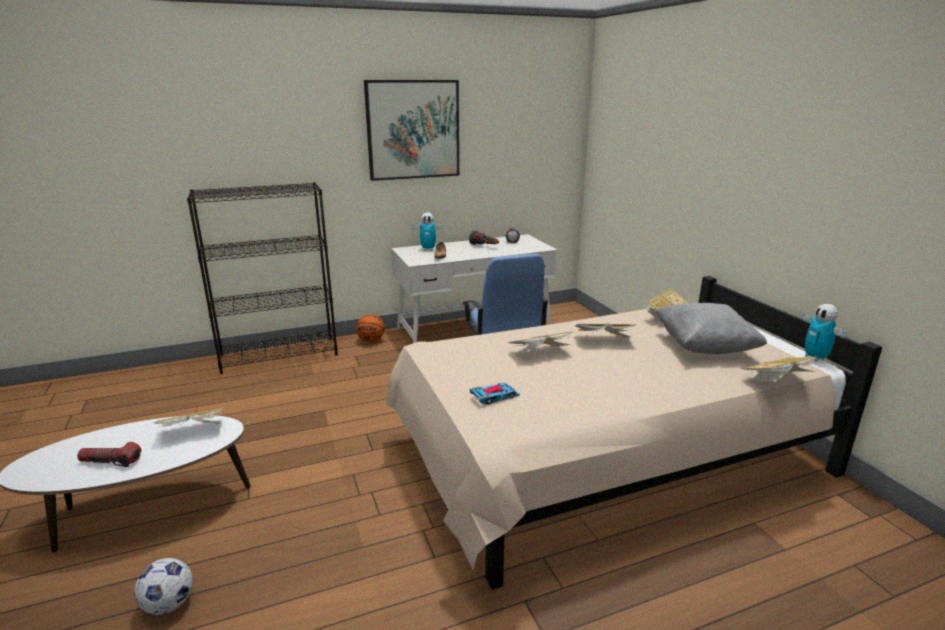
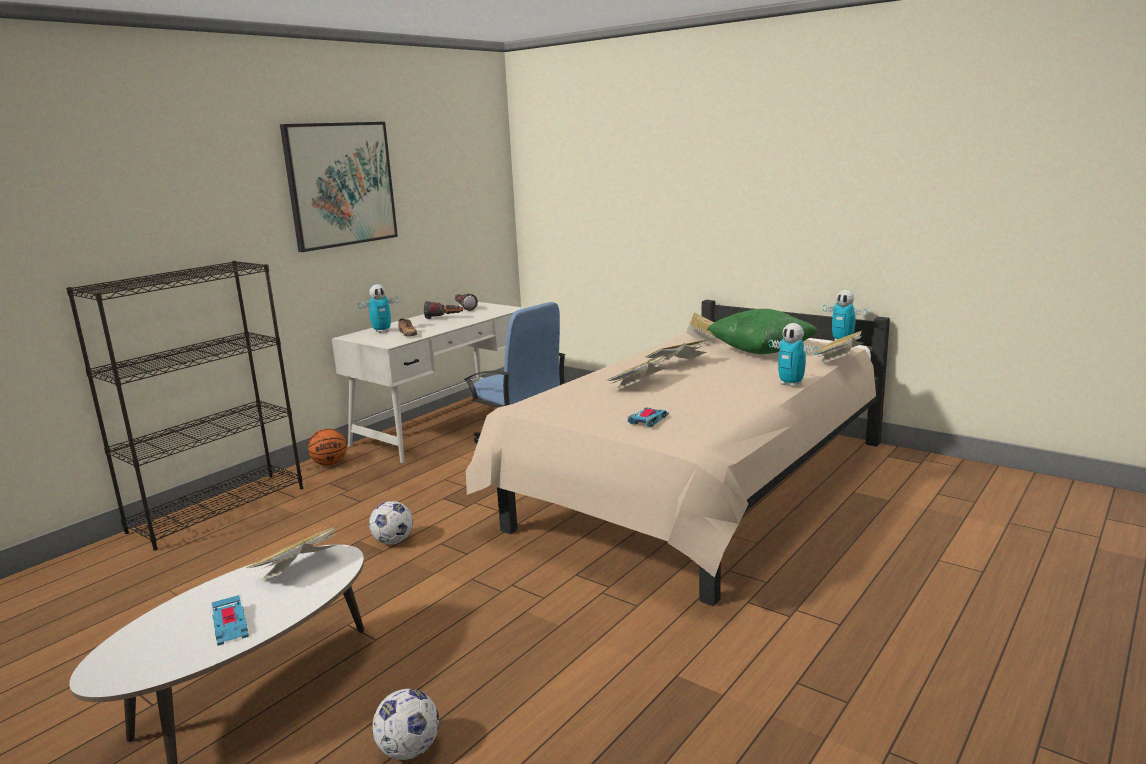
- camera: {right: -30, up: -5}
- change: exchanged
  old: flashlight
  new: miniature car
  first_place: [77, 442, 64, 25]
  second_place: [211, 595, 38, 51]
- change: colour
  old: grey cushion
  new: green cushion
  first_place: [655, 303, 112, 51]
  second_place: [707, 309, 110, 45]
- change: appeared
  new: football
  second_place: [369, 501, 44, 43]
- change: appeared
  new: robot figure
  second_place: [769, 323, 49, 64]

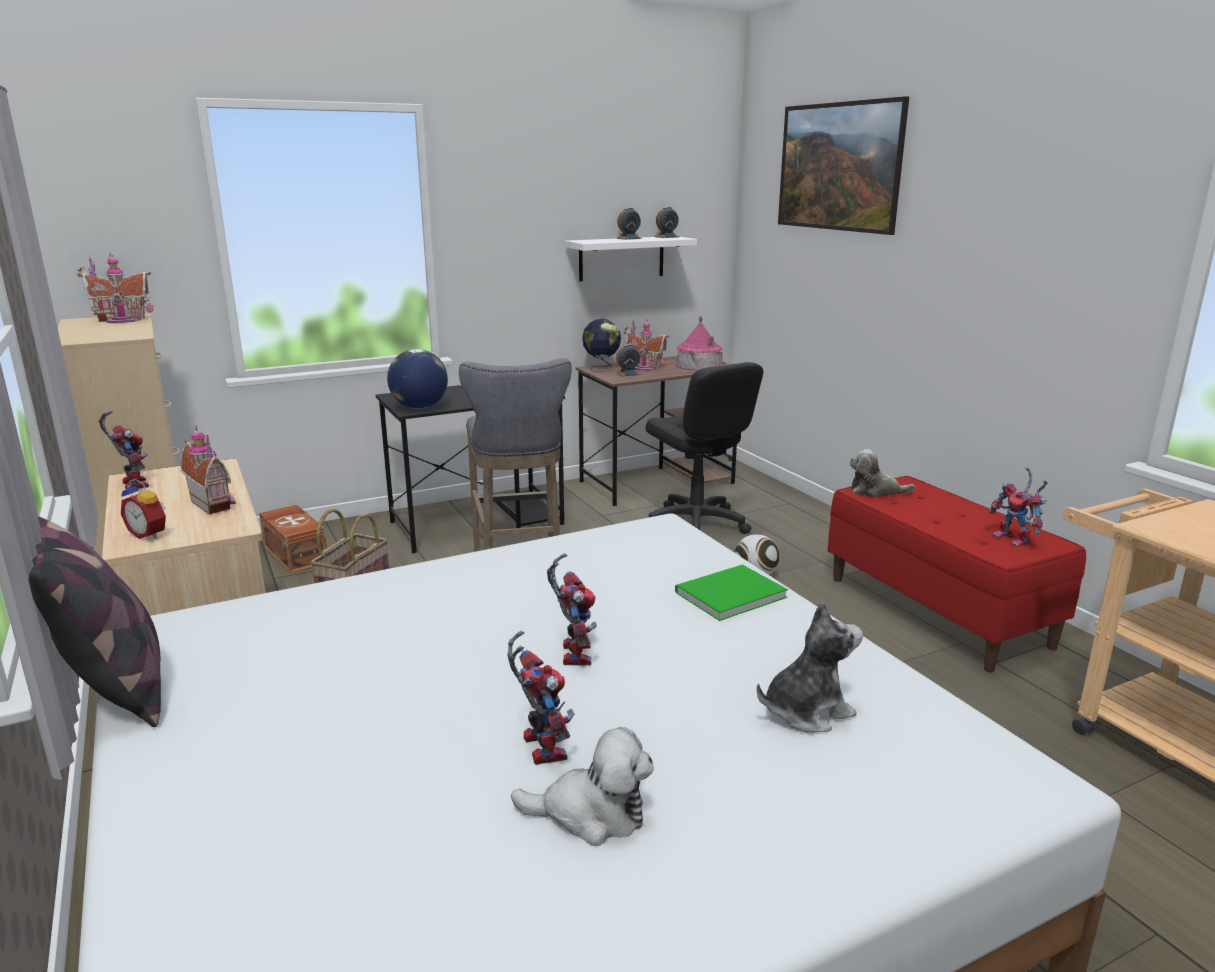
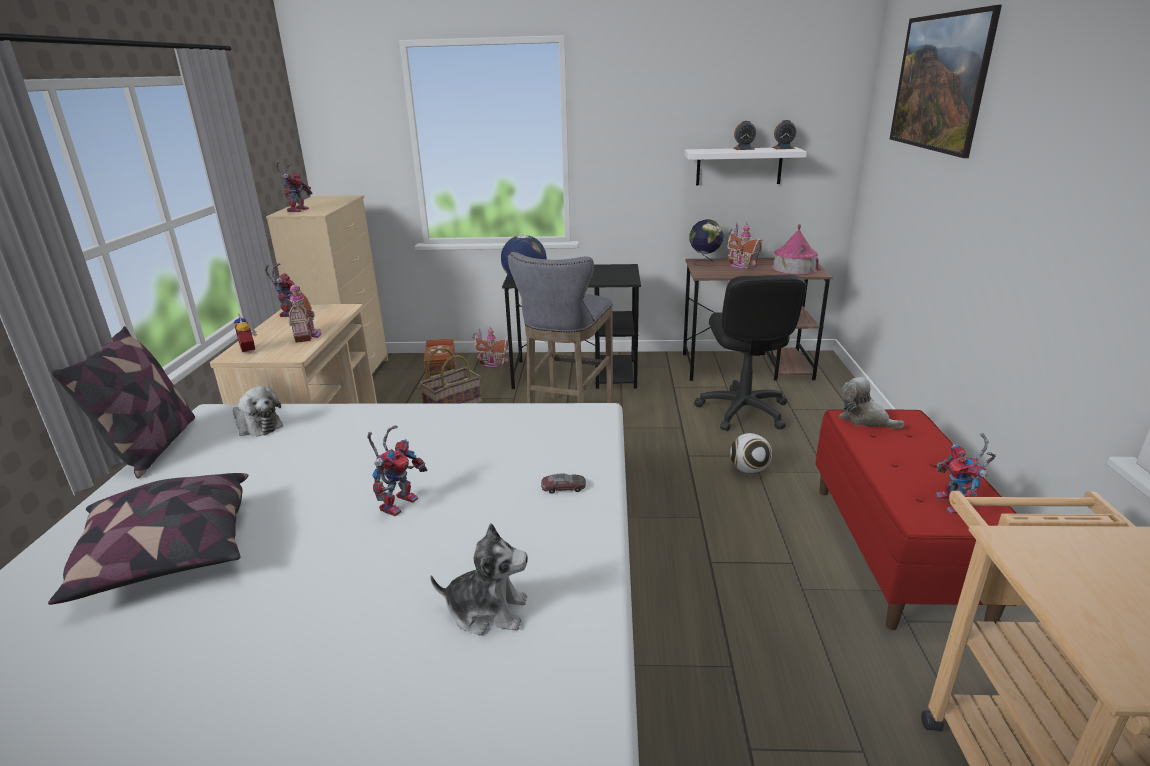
- camera: {right: 30, up: 5}
- change: relocated
  old: toy house
  first_place: [77, 252, 76, 71]
  second_place: [472, 327, 37, 41]
- change: relocated
  old: robot figure
  first_place: [508, 631, 66, 134]
  second_place: [276, 161, 36, 51]
- change: relocated
  old: soft toy
  first_place: [511, 727, 143, 119]
  second_place: [233, 386, 50, 51]
- change: missing
  old: bedside clock
  first_place: [616, 344, 25, 33]
- change: exchanged
  old: green volume
  new: miniature car
  first_place: [675, 565, 113, 56]
  second_place: [541, 473, 45, 21]
- change: appeared
  new: cushion
  second_place: [48, 473, 200, 132]

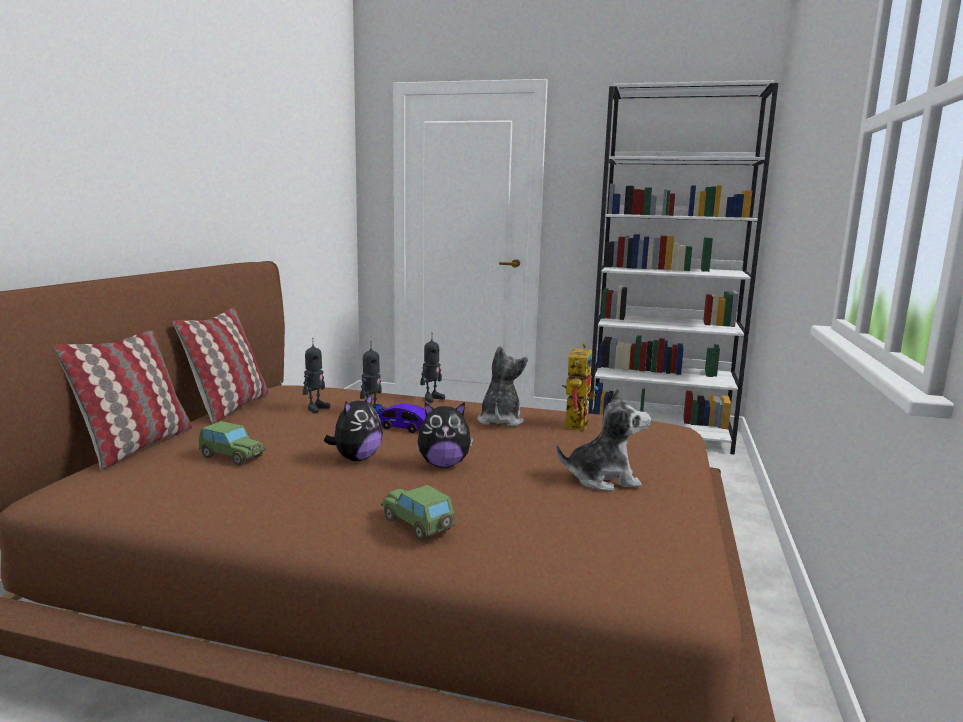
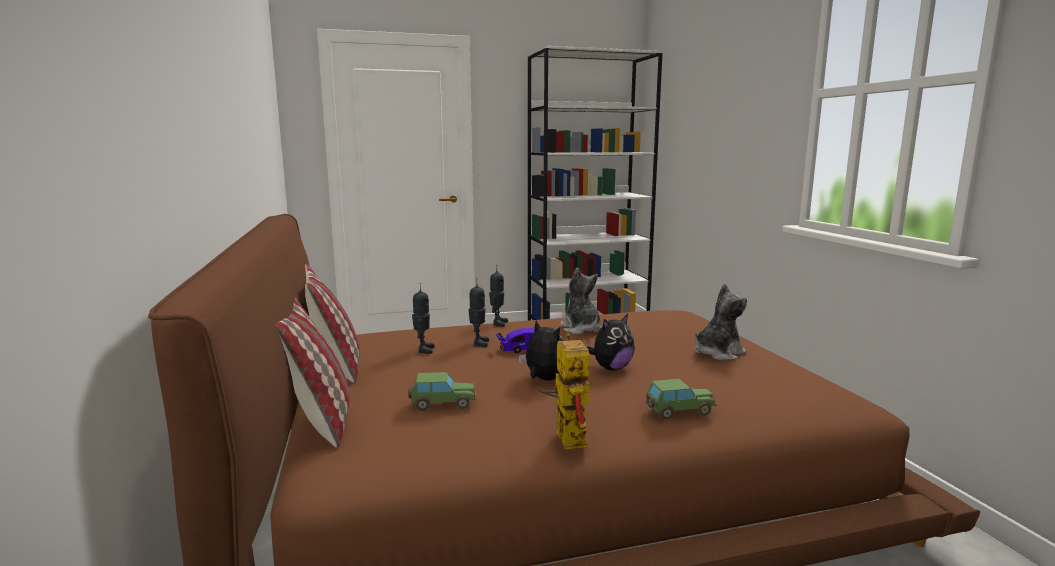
- camera: {right: -30, up: 0}
- change: spun
  old: soft toy
  first_place: [324, 393, 59, 68]
  second_place: [519, 320, 45, 60]
  degrees: -45
- change: spun
  old: miniature car
  first_place: [381, 485, 74, 56]
  second_place: [646, 379, 70, 41]
  degrees: 150
- change: relocated
  old: robot figure
  first_place: [562, 344, 36, 87]
  second_place: [539, 333, 51, 117]

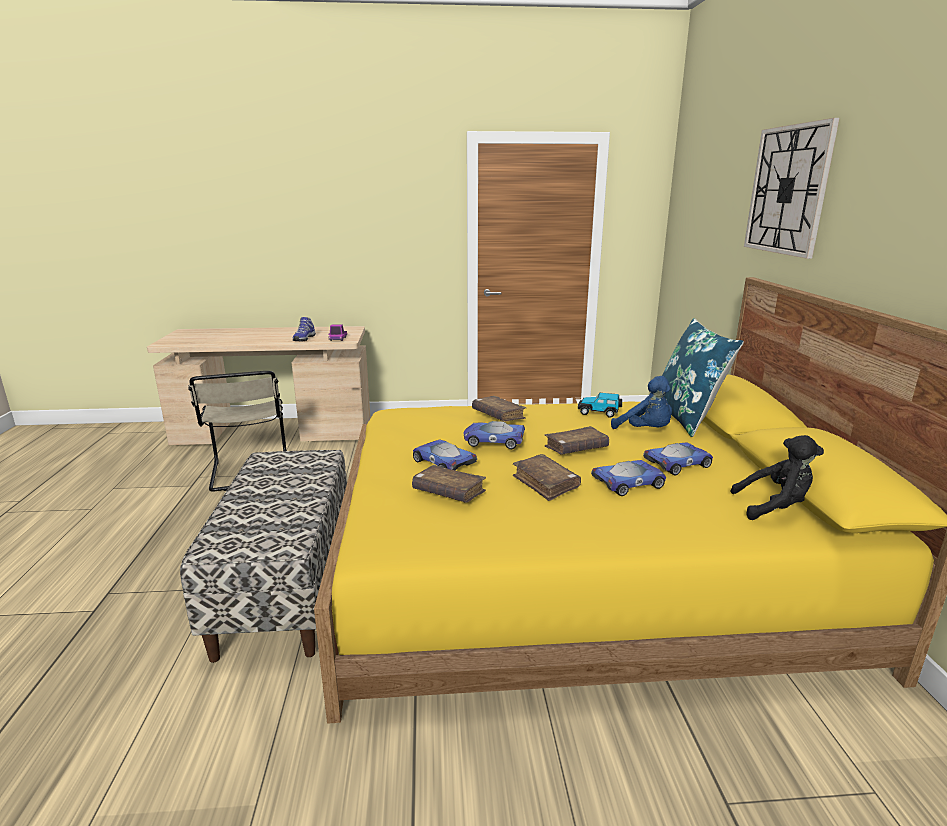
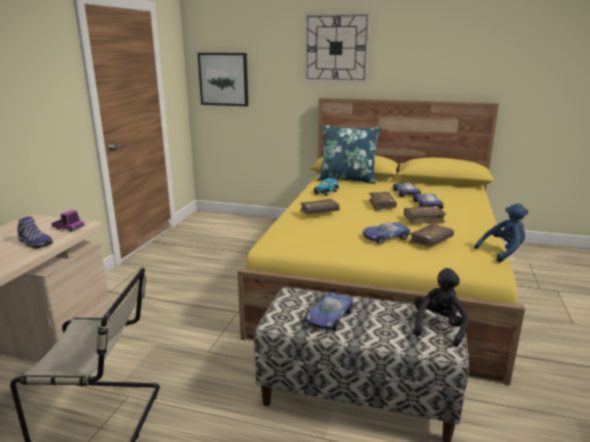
- camera: {right: -70, up: 0}
- change: relocated
  old: miniature car
  first_place: [463, 421, 62, 28]
  second_place: [305, 292, 49, 39]
- change: relocated
  old: blue soft toy
  first_place: [611, 376, 61, 53]
  second_place: [474, 203, 55, 60]
- change: relocated
  old: black-coloured soft toy
  first_place: [730, 435, 94, 85]
  second_place: [414, 268, 55, 79]
- change: appeared
  new: picture
  second_place: [198, 53, 50, 53]

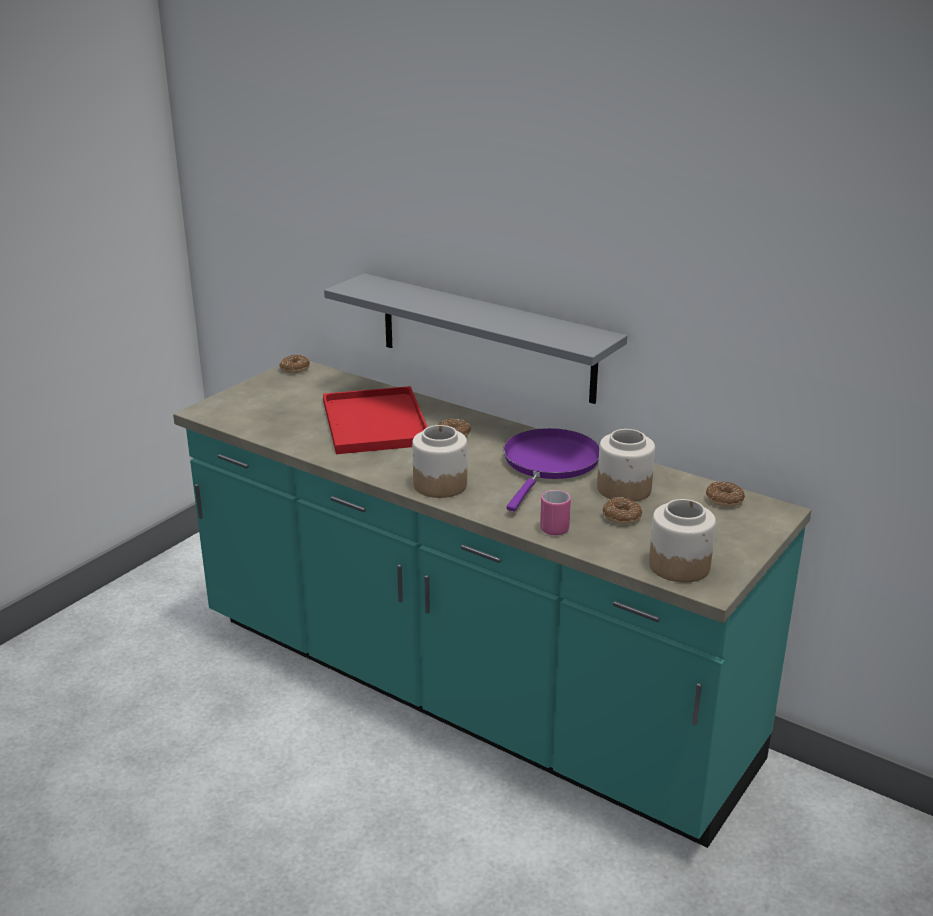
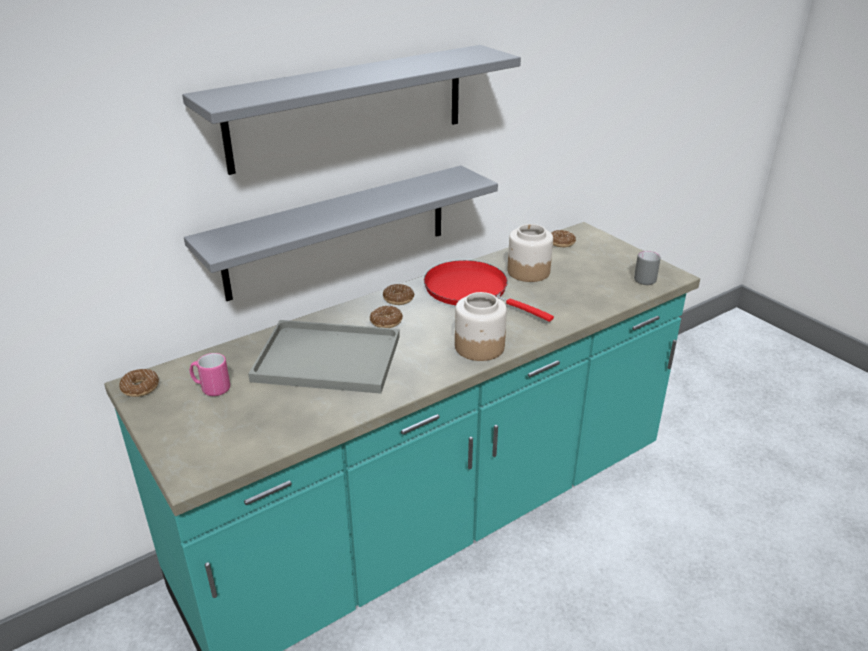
- camera: {right: -70, up: 5}
- change: colour
  old: reddish tray
  new: grey tray
  first_place: [323, 386, 105, 68]
  second_place: [248, 320, 152, 74]
- change: colour
  old: purple skillet
  new: reddish skillet
  first_place: [503, 428, 97, 83]
  second_place: [424, 260, 130, 62]
- change: relocated
  old: pink-coloured tea mug
  first_place: [540, 490, 31, 45]
  second_place: [190, 353, 40, 43]
- change: relocated
  old: doughnut
  first_place: [603, 497, 39, 28]
  second_place: [383, 284, 31, 21]
- change: exchanged
  old: jar
  new: grey tea mug
  first_place: [649, 499, 67, 84]
  second_place: [634, 251, 27, 34]
- change: appeared
  new: grey wall shelf
  second_place: [182, 45, 339, 130]

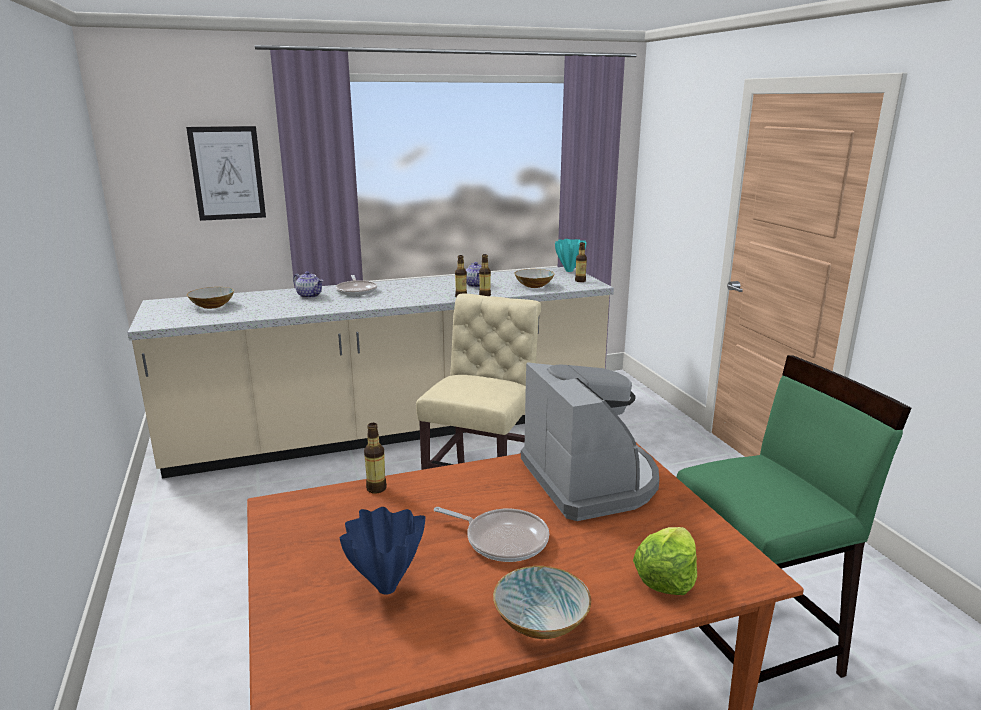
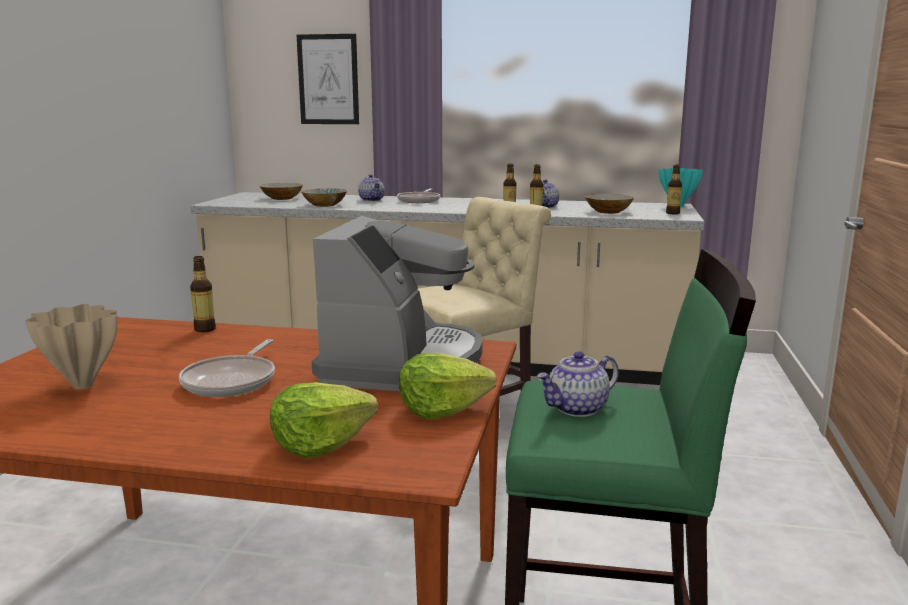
- camera: {right: 30, up: -5}
- change: colour
  old: blue decorative vase
  new: sand-coloured decorative vase
  first_place: [340, 507, 85, 88]
  second_place: [25, 304, 93, 85]
- change: spun
  old: skillet
  first_place: [434, 507, 115, 55]
  second_place: [179, 339, 96, 58]
  degrees: 45
- change: relocated
  old: serving bowl
  first_place: [493, 566, 98, 73]
  second_place: [301, 188, 46, 19]
- change: appeared
  new: head of lettuce
  second_place: [399, 353, 97, 66]
- change: appeared
  new: pot for tea
  second_place: [537, 351, 82, 66]

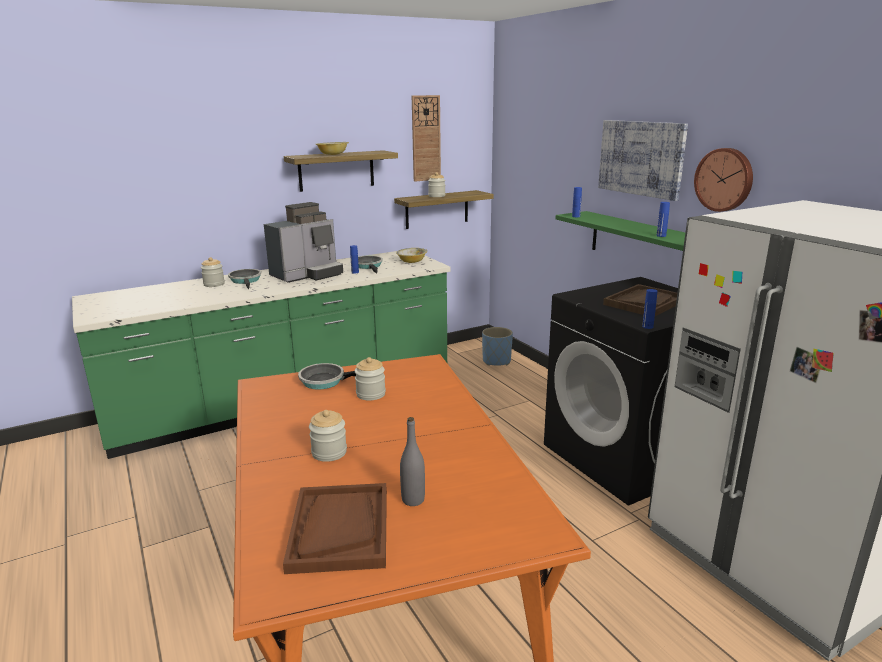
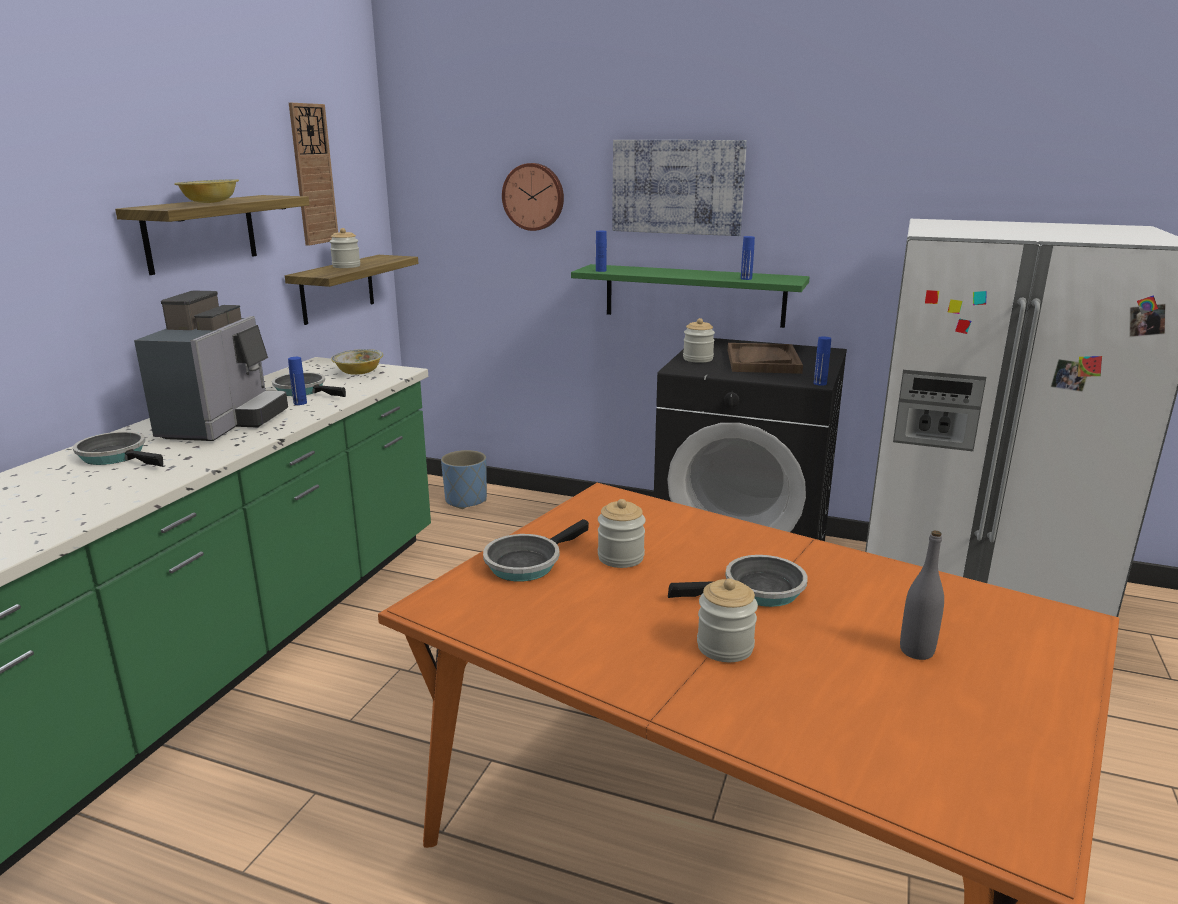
- camera: {right: -40, up: 0}
- change: relocated
  old: jar
  first_place: [201, 257, 24, 30]
  second_place: [683, 318, 32, 45]
- change: missing
  old: brown-coloured tray
  first_place: [283, 483, 104, 91]
- change: relocated
  old: wall clock
  first_place: [694, 148, 59, 64]
  second_place: [502, 163, 62, 68]
- change: appeared
  new: skillet
  second_place: [668, 555, 140, 52]

